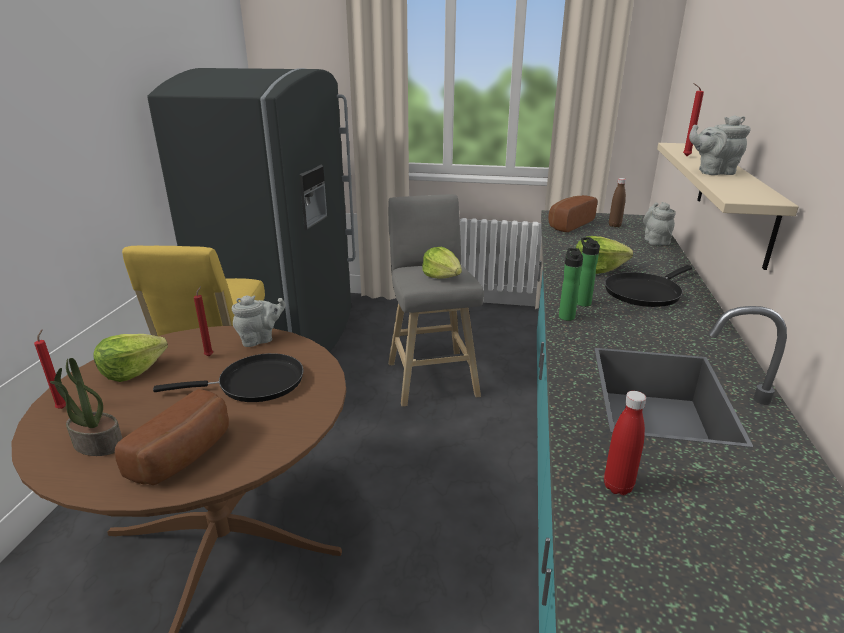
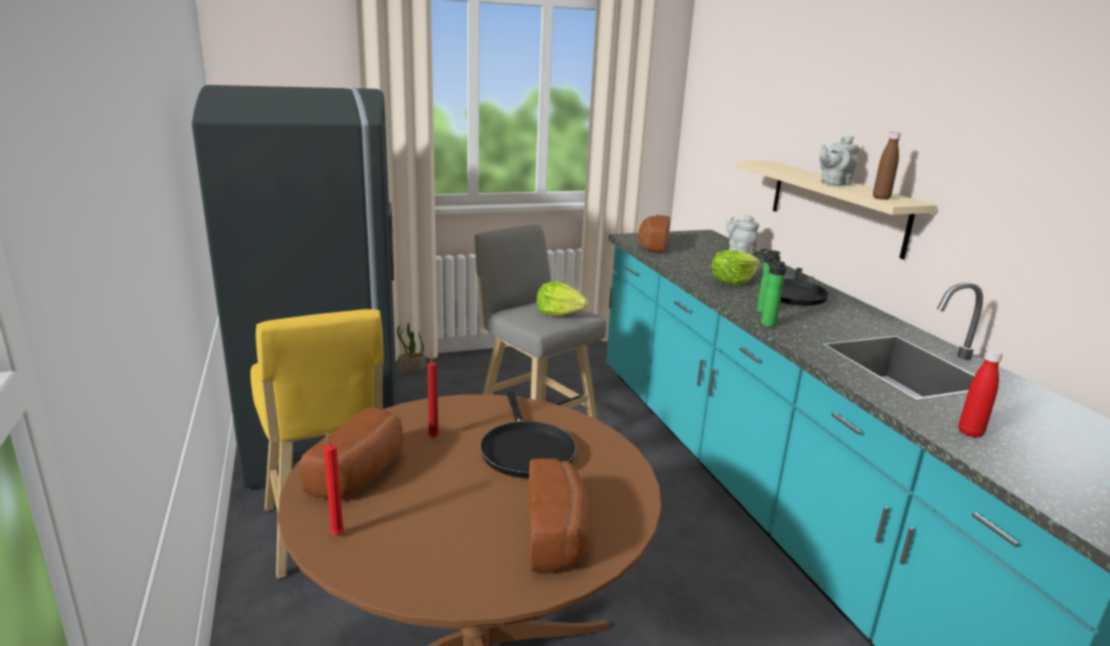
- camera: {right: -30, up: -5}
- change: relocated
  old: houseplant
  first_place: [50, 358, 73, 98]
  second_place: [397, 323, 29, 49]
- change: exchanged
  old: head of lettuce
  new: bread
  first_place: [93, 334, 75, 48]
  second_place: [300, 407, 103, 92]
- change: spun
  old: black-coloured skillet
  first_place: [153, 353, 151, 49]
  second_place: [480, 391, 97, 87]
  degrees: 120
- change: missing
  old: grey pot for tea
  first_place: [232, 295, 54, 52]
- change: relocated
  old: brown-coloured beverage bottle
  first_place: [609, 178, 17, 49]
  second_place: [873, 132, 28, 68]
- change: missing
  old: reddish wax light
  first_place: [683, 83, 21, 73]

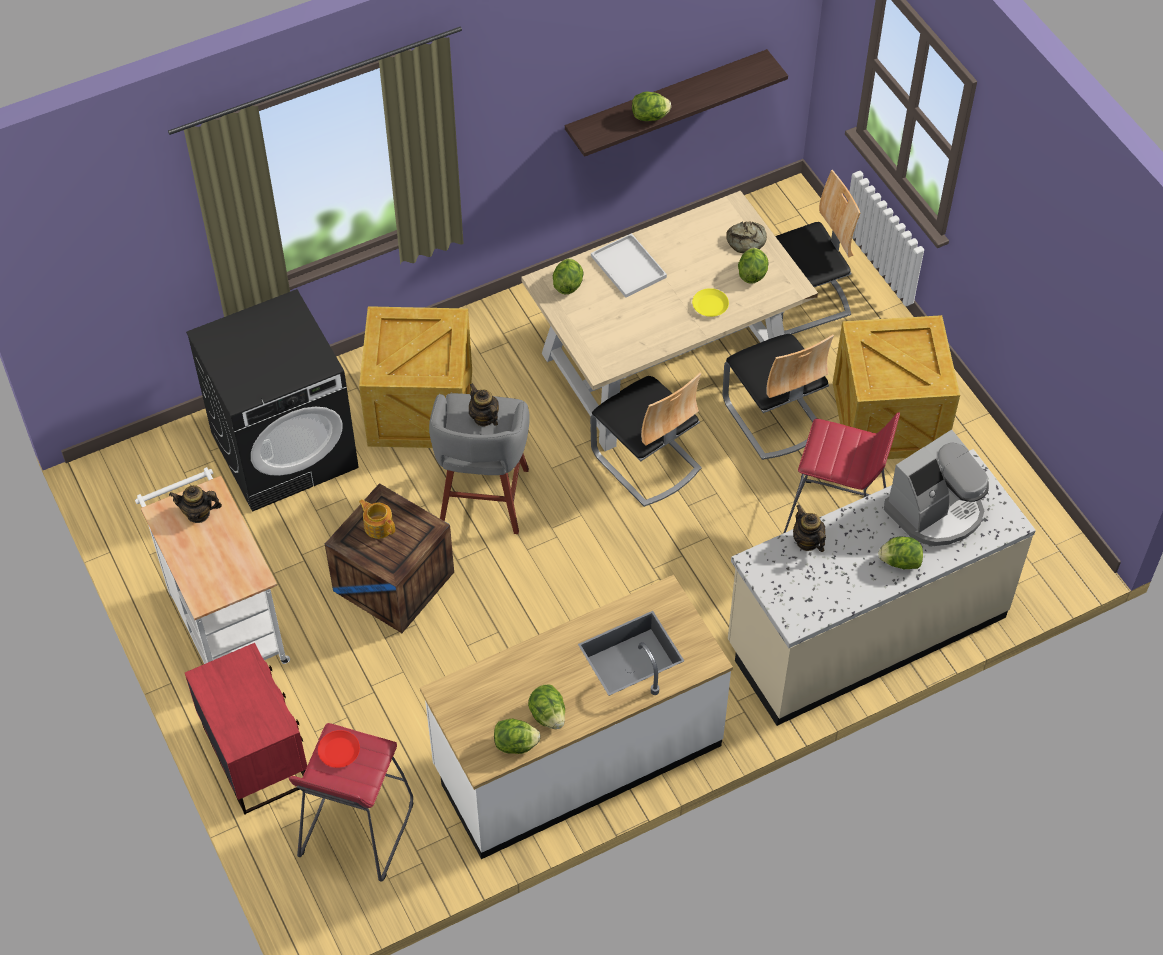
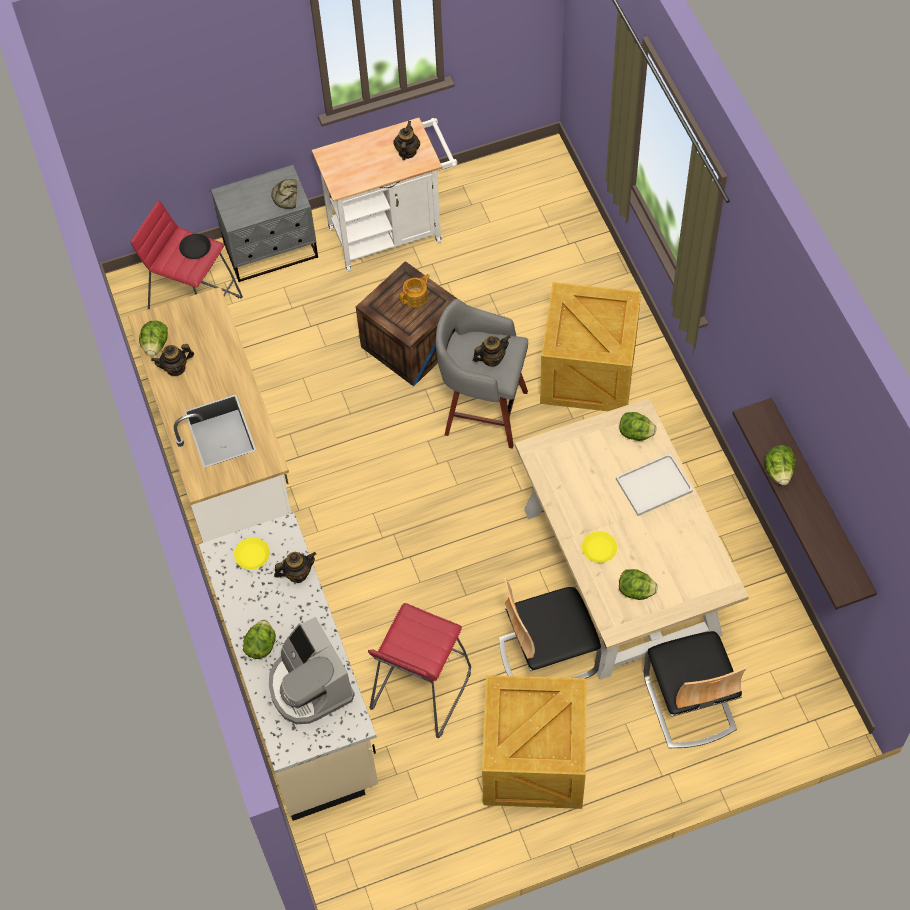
- camera: {right: 100, up: 5}
- change: colour
  old: reddish nightstand
  new: grey nightstand
  first_place: [185, 643, 122, 172]
  second_place: [211, 165, 107, 117]
- change: missing
  old: black-coloured laundry appliance
  first_place: [186, 289, 173, 223]
- change: colour
  old: reddish plate
  new: black-coloured plate
  first_place: [318, 730, 42, 38]
  second_place: [179, 234, 32, 25]
- change: exchanged
  old: head of lettuce
  new: pot for tea
  first_place: [528, 685, 37, 44]
  second_place: [151, 344, 43, 32]
- change: missing
  old: plain chair
  first_place: [590, 372, 111, 135]
- change: relocated
  old: bread
  first_place: [726, 221, 41, 32]
  second_place: [271, 179, 26, 30]
- change: appeared
  new: yellow-coloured plate
  second_place: [234, 537, 36, 33]

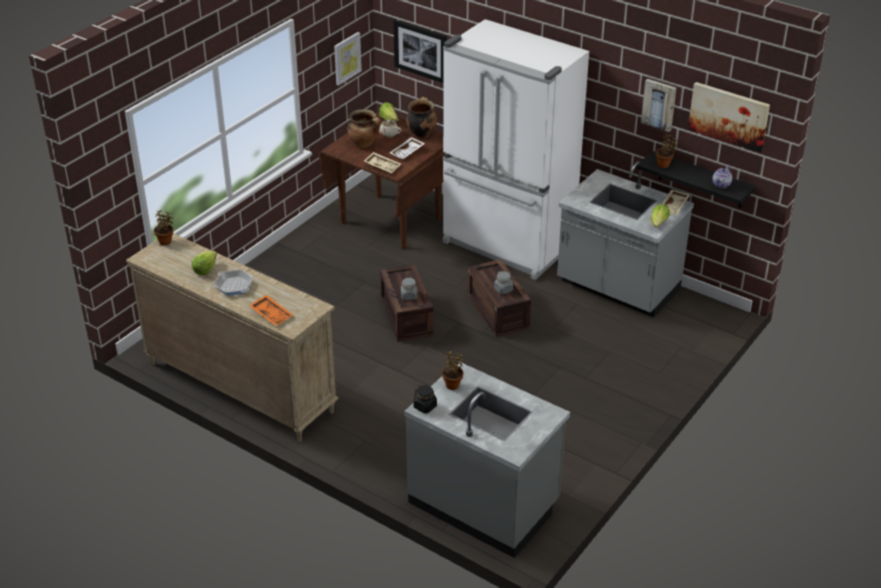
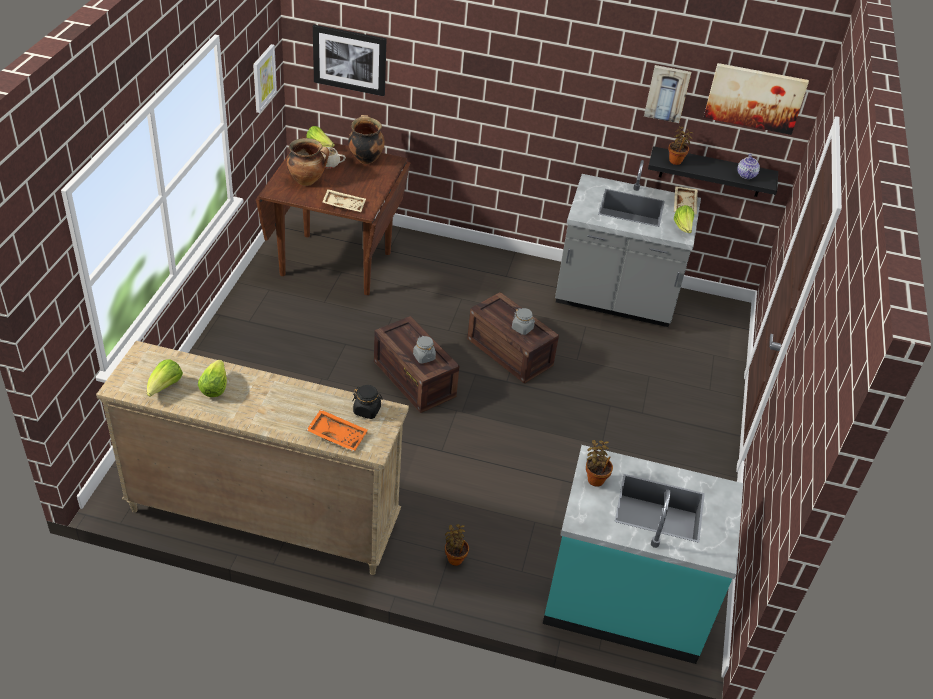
- camera: {right: -25, up: 5}
- change: relocated
  old: houseplant
  first_place: [154, 210, 19, 35]
  second_place: [445, 524, 24, 42]
- change: missing
  old: skillet
  first_place: [214, 270, 39, 26]
- change: missing
  old: white-coloured tray
  first_place: [390, 137, 35, 22]
- change: colour
  old: grey kitchen counter
  new: turquoise kitchen counter
  first_place: [404, 363, 166, 195]
  second_place: [543, 445, 200, 219]
- change: relocated
  old: black-coloured jar
  first_place: [413, 385, 24, 29]
  second_place: [352, 385, 31, 34]
- change: missing
  old: white-coloured fridge
  first_place: [443, 19, 146, 261]
- change: appeared
  new: head of lettuce
  second_place: [147, 359, 36, 38]

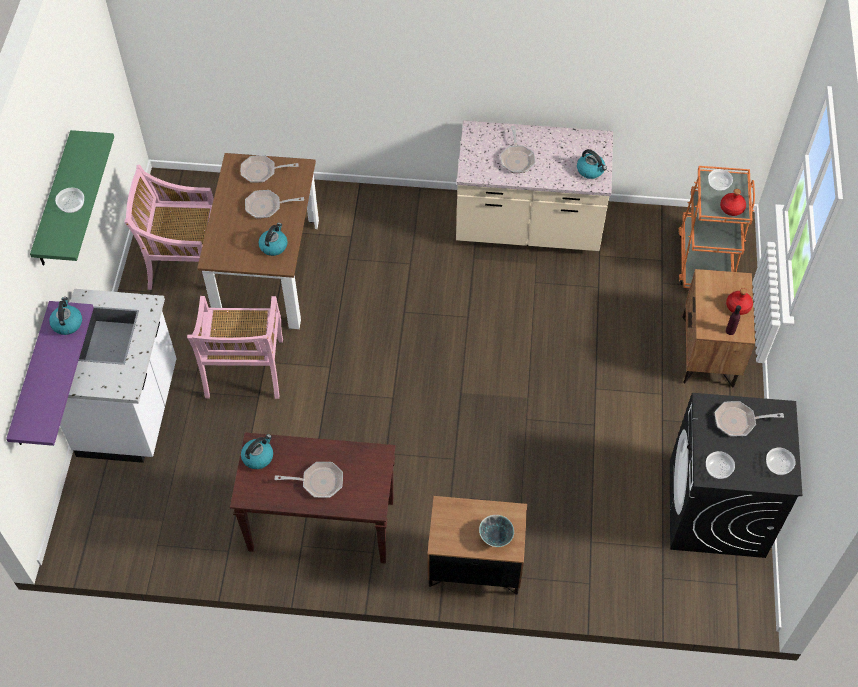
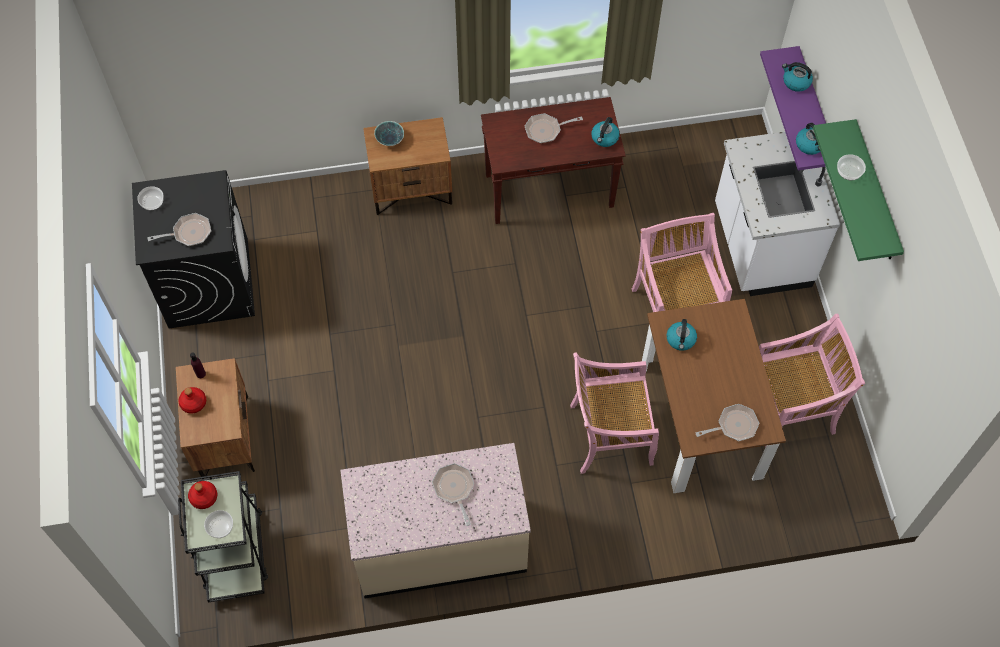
- camera: {right: 165, up: 5}
- change: missing
  old: skillet
  first_place: [245, 190, 59, 28]
- change: relocated
  old: water kettle
  first_place: [577, 149, 30, 30]
  second_place: [782, 62, 31, 30]
- change: colour
  old: orangey cart
  new: black-coloured cart
  first_place: [678, 166, 77, 122]
  second_place: [178, 471, 90, 131]
- change: missing
  old: serving bowl
  first_place: [706, 451, 29, 28]
- change: appeared
  new: pink-coloured plain chair
  second_place: [570, 352, 89, 122]

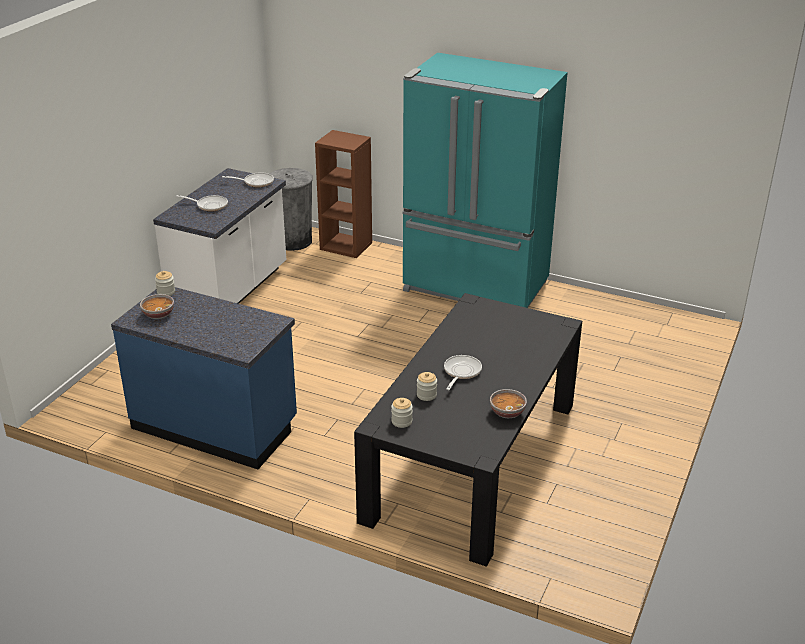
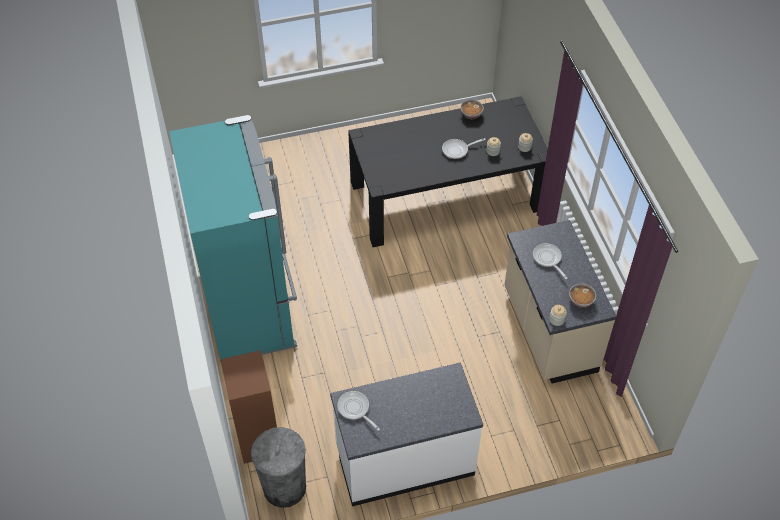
- camera: {right: -130, up: 20}
- change: colour
  old: blue kitchen counter
  new: sand-coloured kitchen counter
  first_place: [111, 287, 186, 182]
  second_place: [504, 220, 113, 163]
- change: relocated
  old: skillet
  first_place: [176, 195, 52, 16]
  second_place: [533, 243, 35, 36]

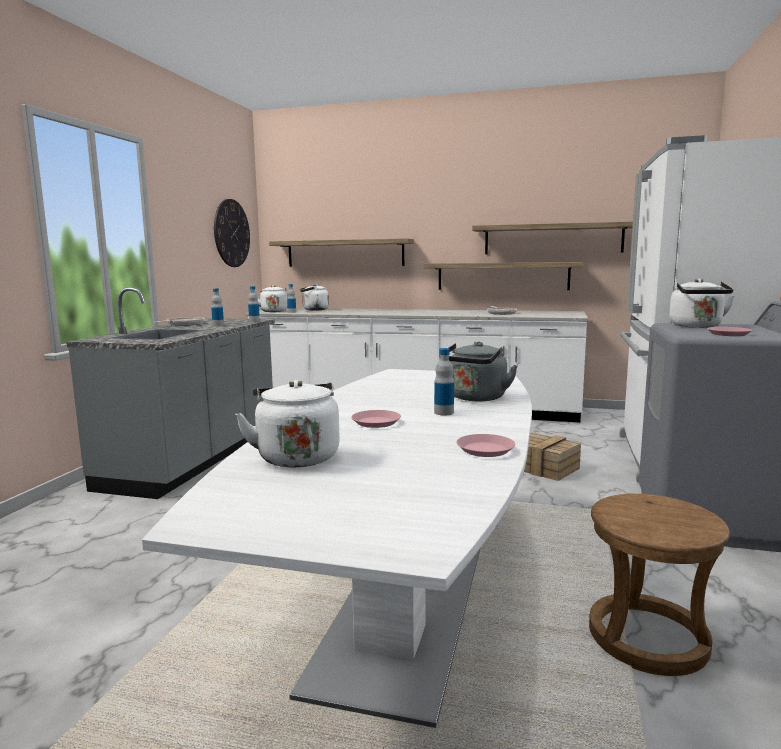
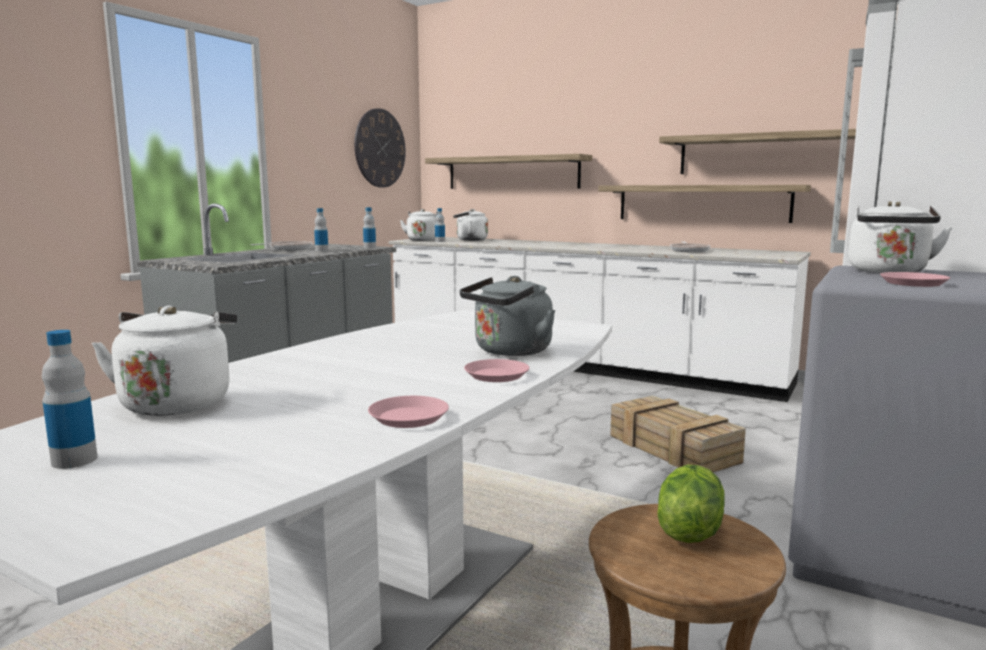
- camera: {right: 15, up: 0}
- change: relocated
  old: pink-coloured plate
  first_place: [351, 410, 50, 18]
  second_place: [464, 359, 65, 23]
- change: relocated
  old: beverage bottle
  first_place: [434, 348, 20, 67]
  second_place: [42, 330, 56, 139]
- change: appeared
  new: head of lettuce
  second_place: [657, 464, 68, 79]

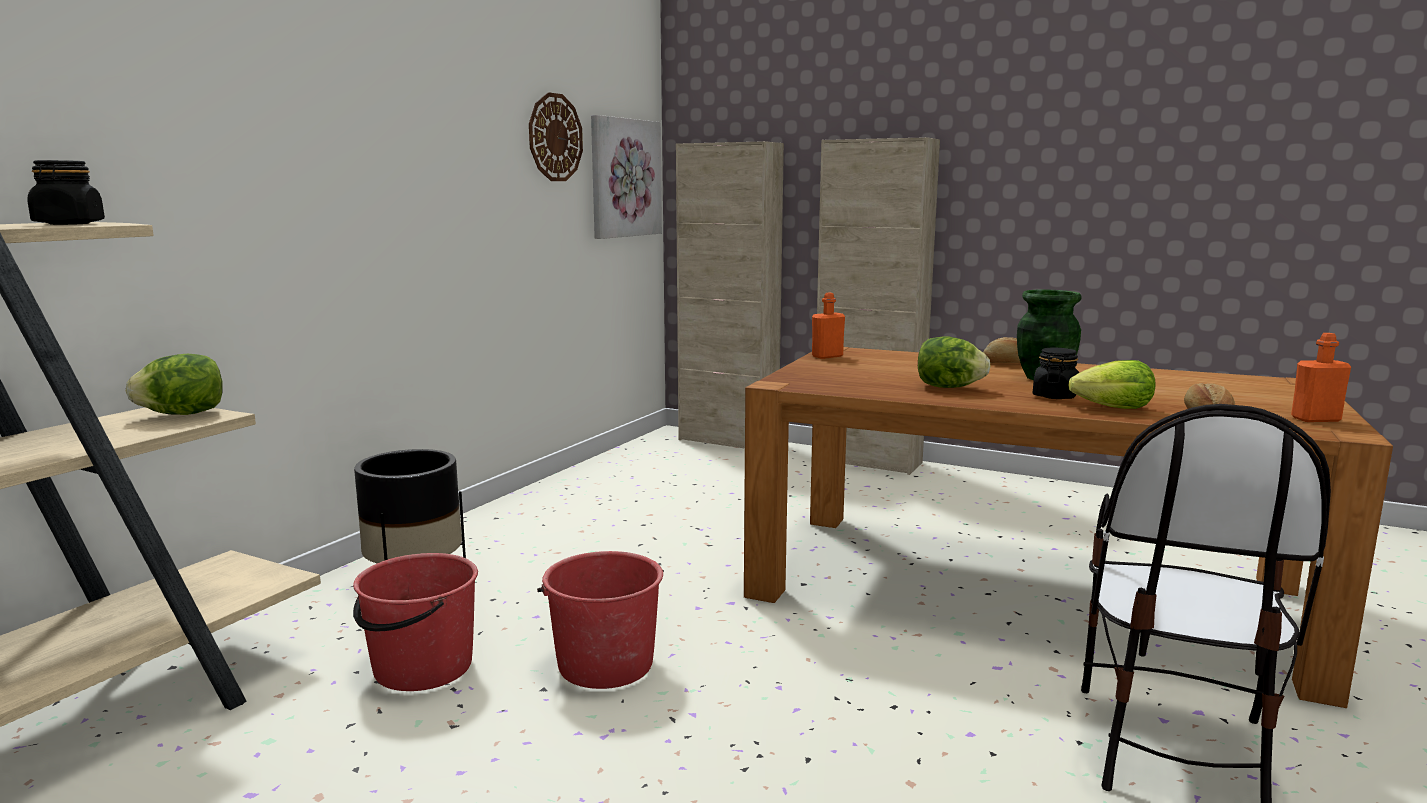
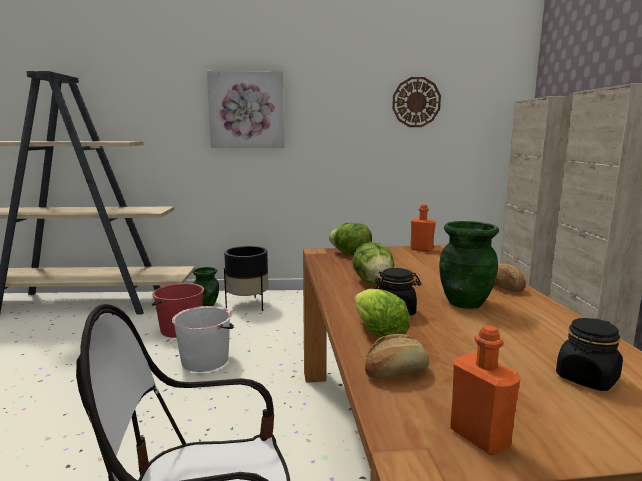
- camera: {right: 60, up: 0}
- change: relocated
  old: black-coloured jar
  first_place: [27, 160, 78, 65]
  second_place: [556, 318, 67, 73]
- change: relocated
  old: head of lettuce
  first_place: [126, 354, 96, 61]
  second_place: [329, 223, 43, 32]
- change: colour
  old: reddish water bucket
  new: white-coloured water bucket
  first_place: [537, 551, 127, 138]
  second_place: [172, 306, 62, 66]
- change: relocated
  old: picture
  first_place: [591, 115, 71, 124]
  second_place: [207, 71, 77, 77]
- change: appeared
  new: green decorative vase
  second_place: [193, 267, 26, 39]

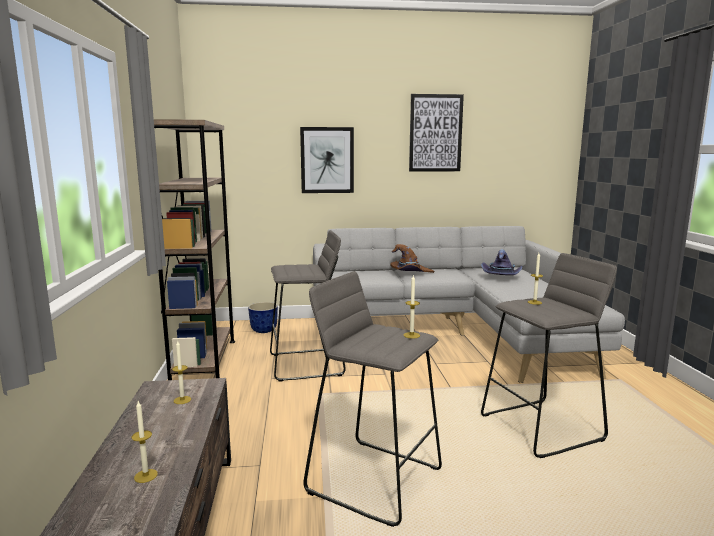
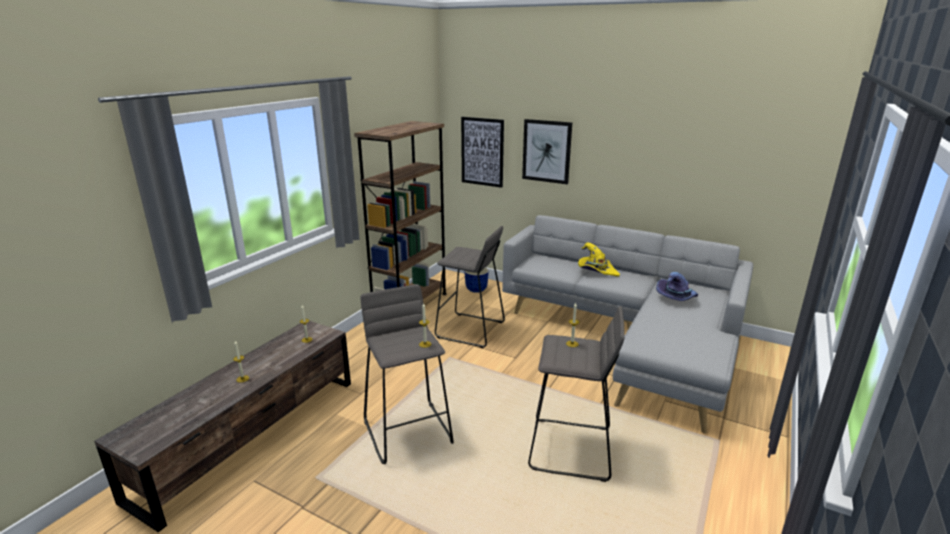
- camera: {right: 35, up: 10}
- change: colour
  old: brown-coloured clothing hat
  new: yellow-coloured clothing hat
  first_place: [390, 244, 44, 29]
  second_place: [578, 243, 42, 34]
- change: relocated
  old: picture
  first_place: [409, 94, 55, 78]
  second_place: [461, 117, 43, 71]

